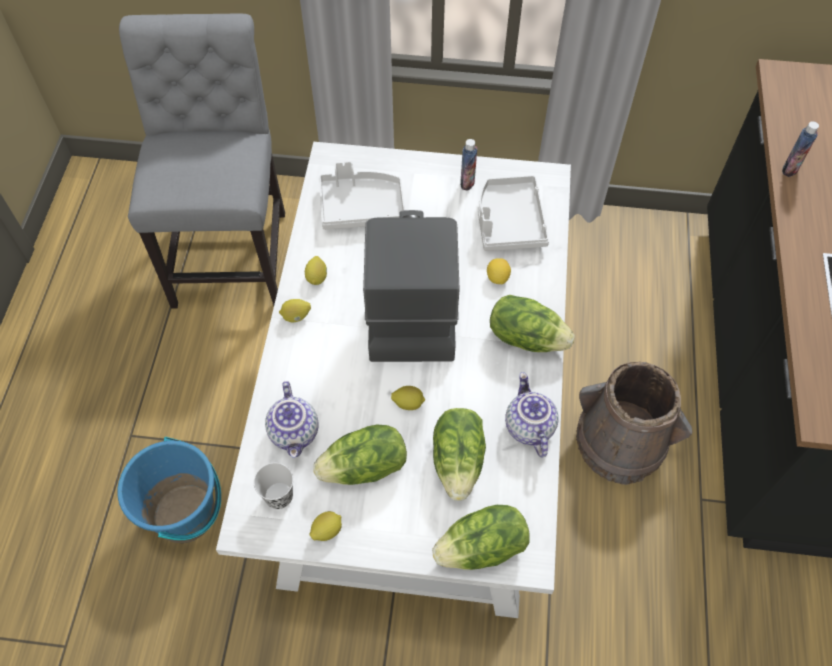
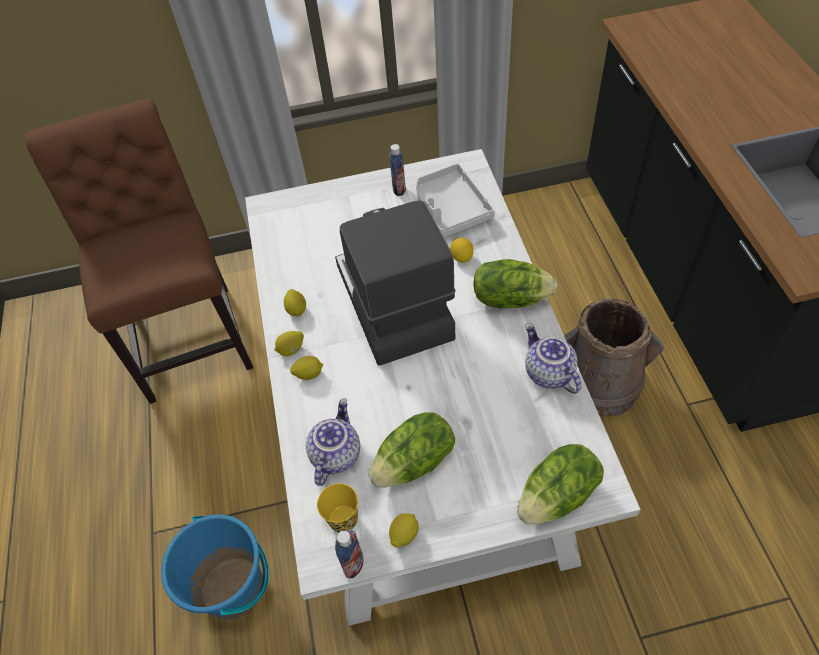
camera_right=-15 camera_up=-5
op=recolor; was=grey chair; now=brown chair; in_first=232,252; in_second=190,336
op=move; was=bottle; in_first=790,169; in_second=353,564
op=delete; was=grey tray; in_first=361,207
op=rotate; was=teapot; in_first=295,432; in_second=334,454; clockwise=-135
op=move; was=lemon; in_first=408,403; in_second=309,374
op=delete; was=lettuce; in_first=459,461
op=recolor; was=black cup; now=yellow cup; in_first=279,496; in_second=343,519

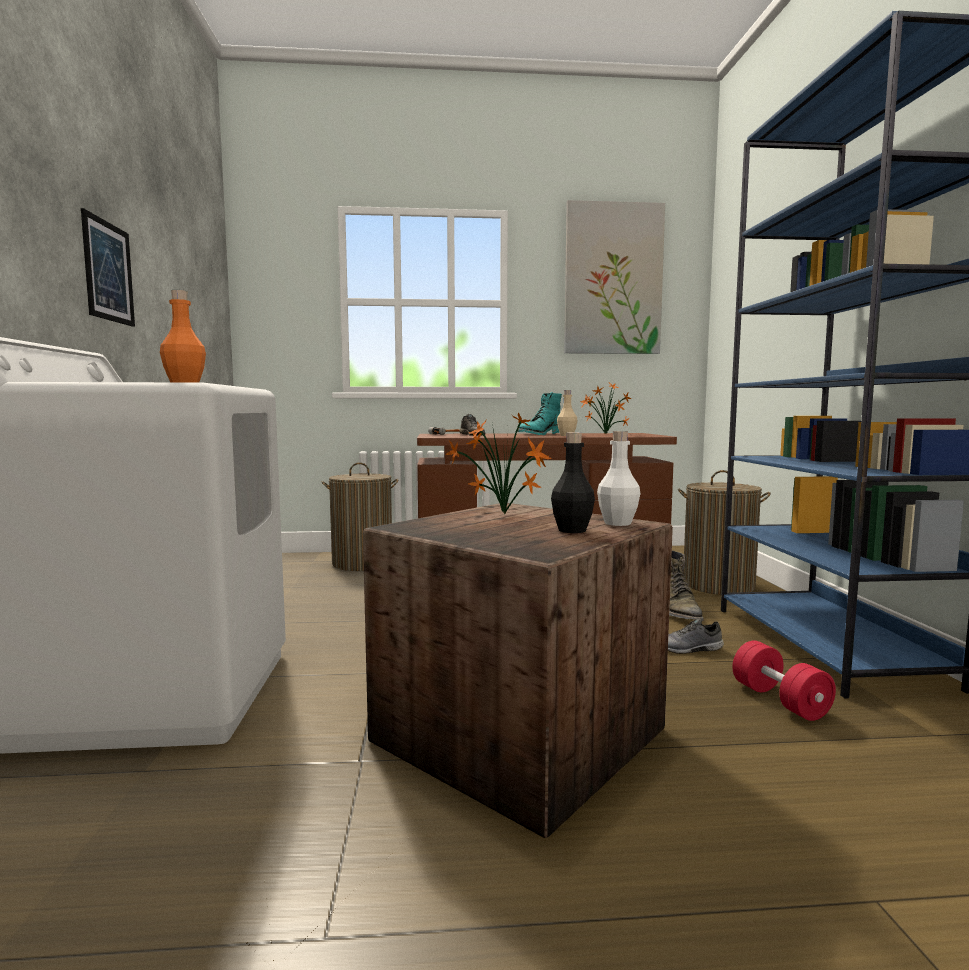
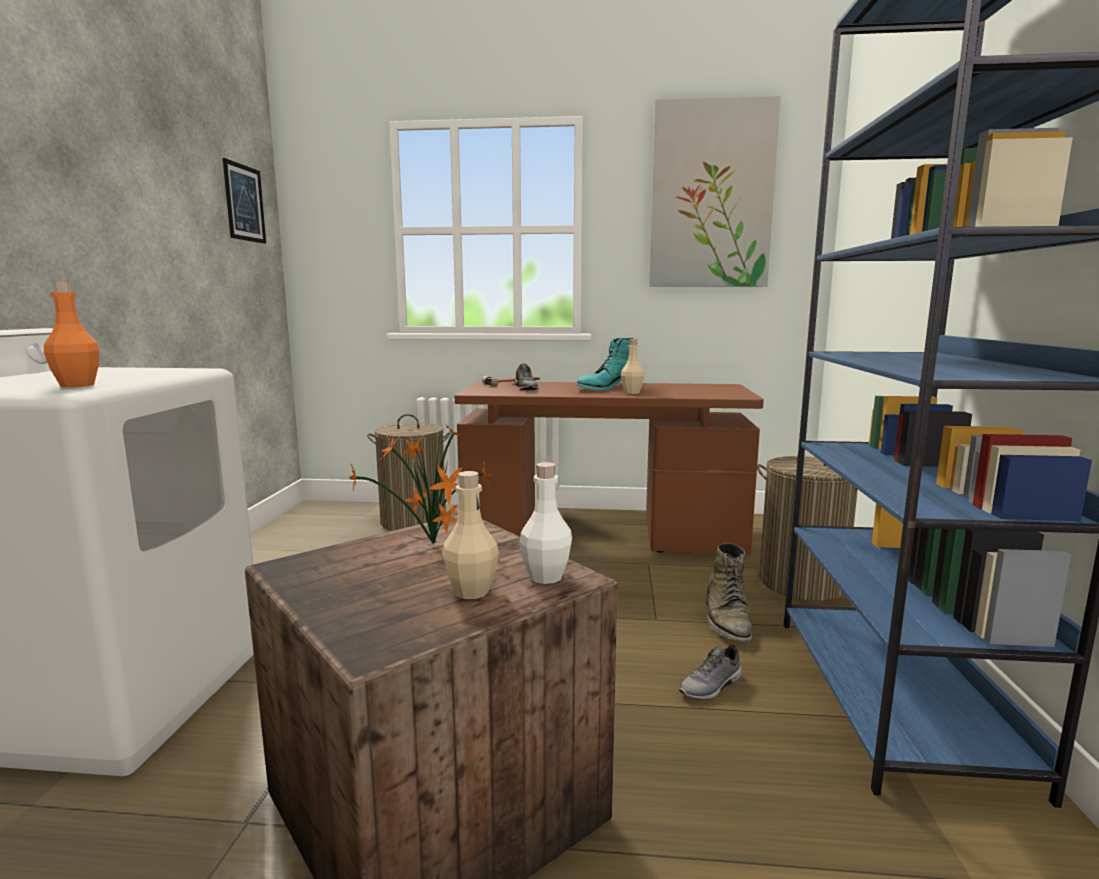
camera_right=10 camera_up=5
op=move; was=picture; in_first=108,271; in_second=244,203
op=delete; was=potted plant; in_first=604,434
op=recolor; was=black bottle; now=beige bottle; in_first=572,530; in_second=471,591
op=rotate; was=grey shoe; in_first=689,649; in_second=711,686; clockwise=-45
op=delete; was=red dumbbell; in_first=780,700

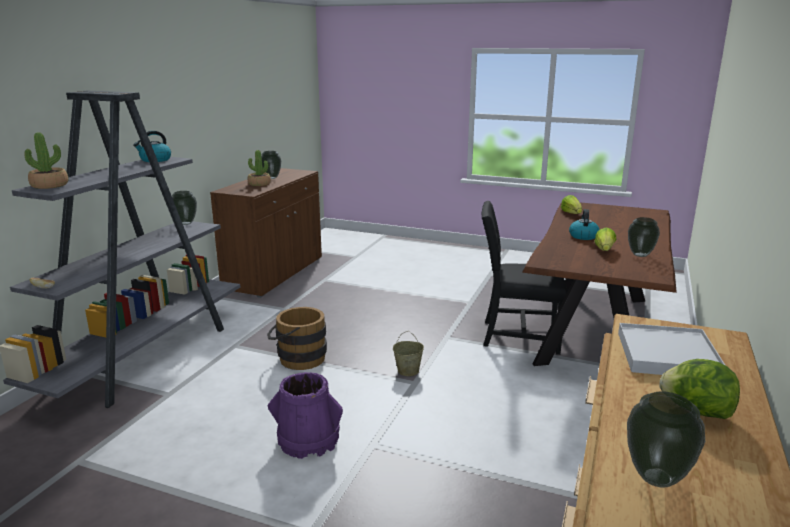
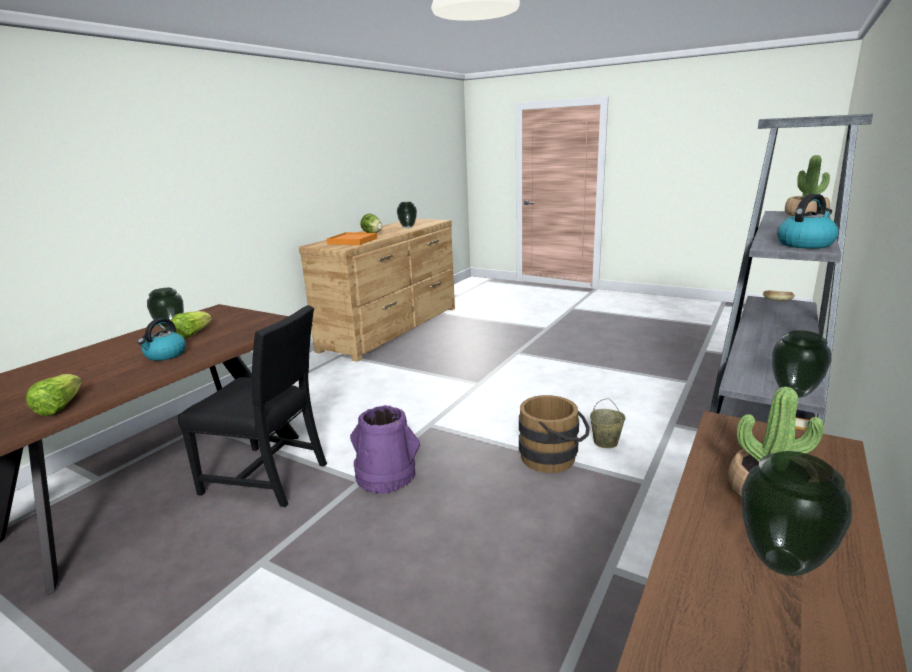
camera_right=-170 camera_up=0
op=recolor; was=white tray; now=orange tray; in_first=667,355; in_second=353,241
op=move; was=beige bucket; in_first=408,370; in_second=605,442
op=move; was=purple bucket; in_first=308,440; in_second=386,475

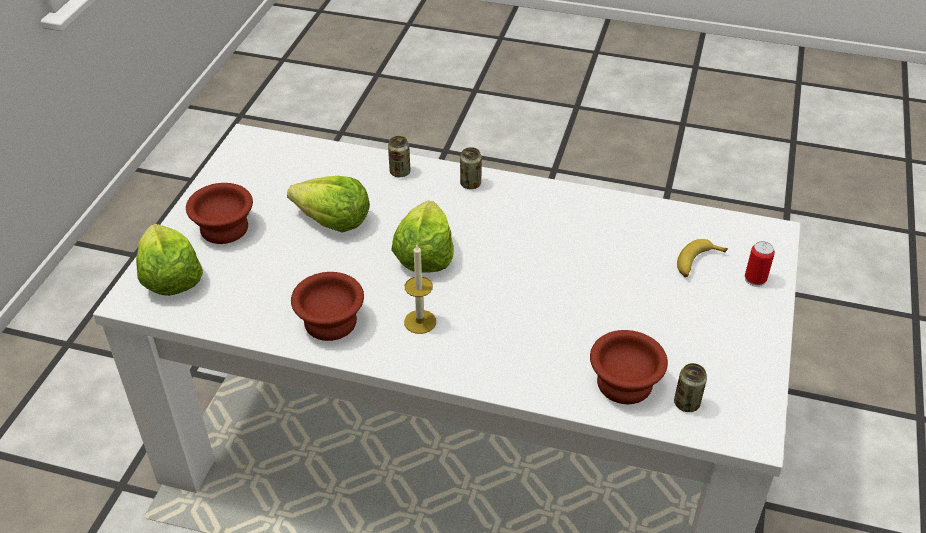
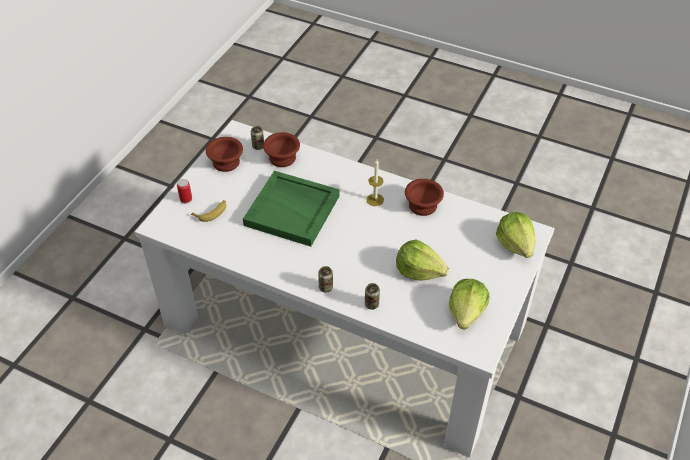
camera_right=-170 camera_up=5
op=move; was=brown bowl; in_first=222,228; in_second=227,163
op=move; was=lettuce; in_first=424,255; in_second=466,312
op=insert; now=green tray; in_second=293,210

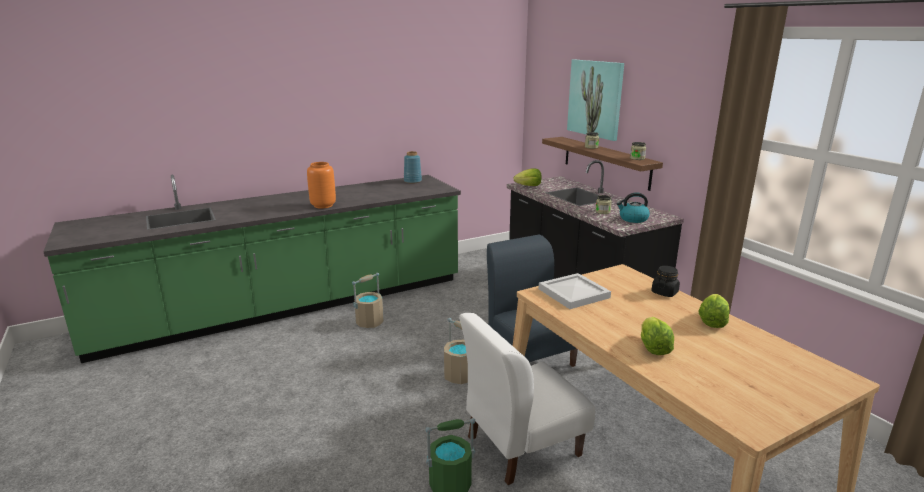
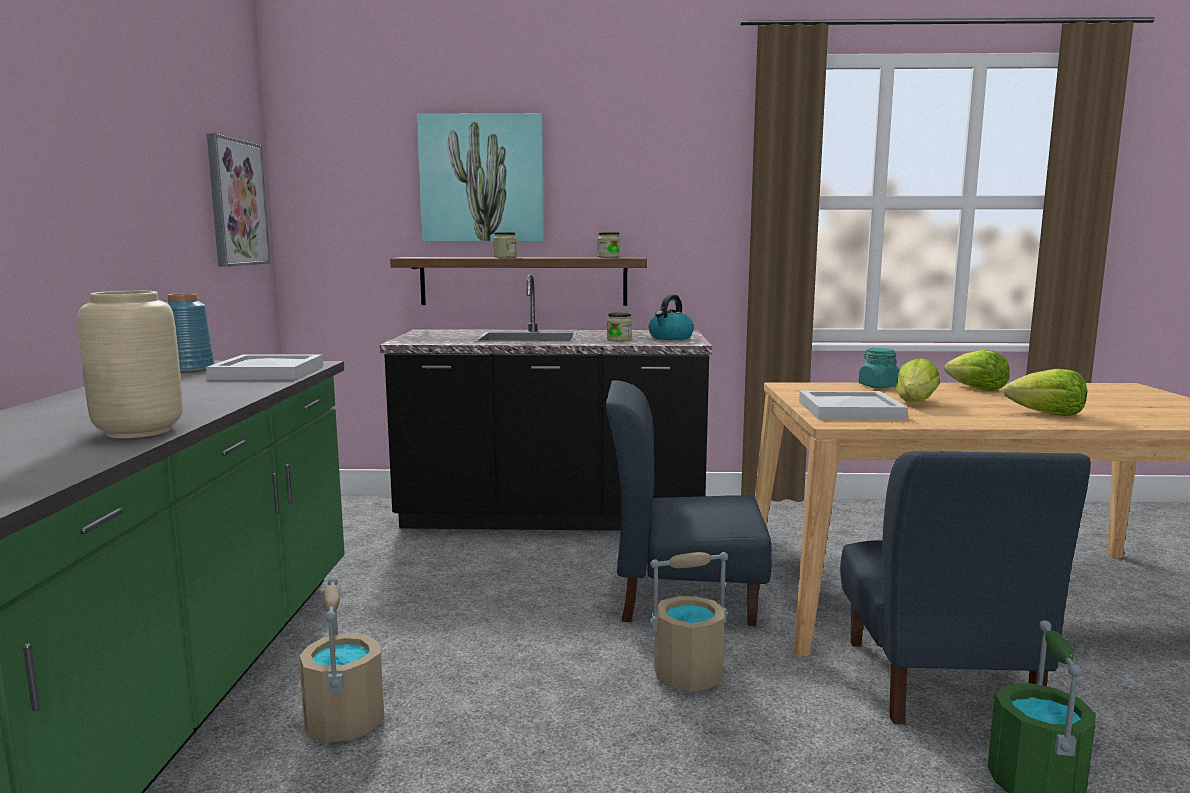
camera_right=-60 camera_up=-10
op=recolor; was=orange vase; now=beige vase; in_first=323,206; in_second=140,431
op=move; was=lettuce; in_first=529,186; in_second=915,402
op=recolor; was=black jar; now=turquoise jar; in_first=664,292; in_second=878,386
op=recolor; was=white chair; now=blue chair; in_first=522,445; in_second=938,681
op=insert; now=picture; in_second=236,203
op=insert; now=white tray; in_second=267,372

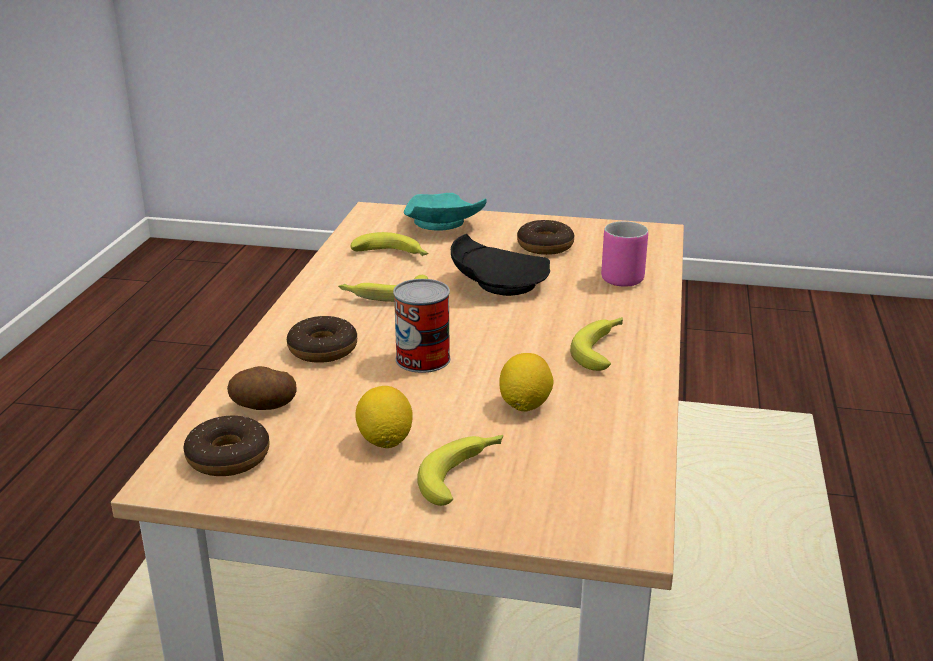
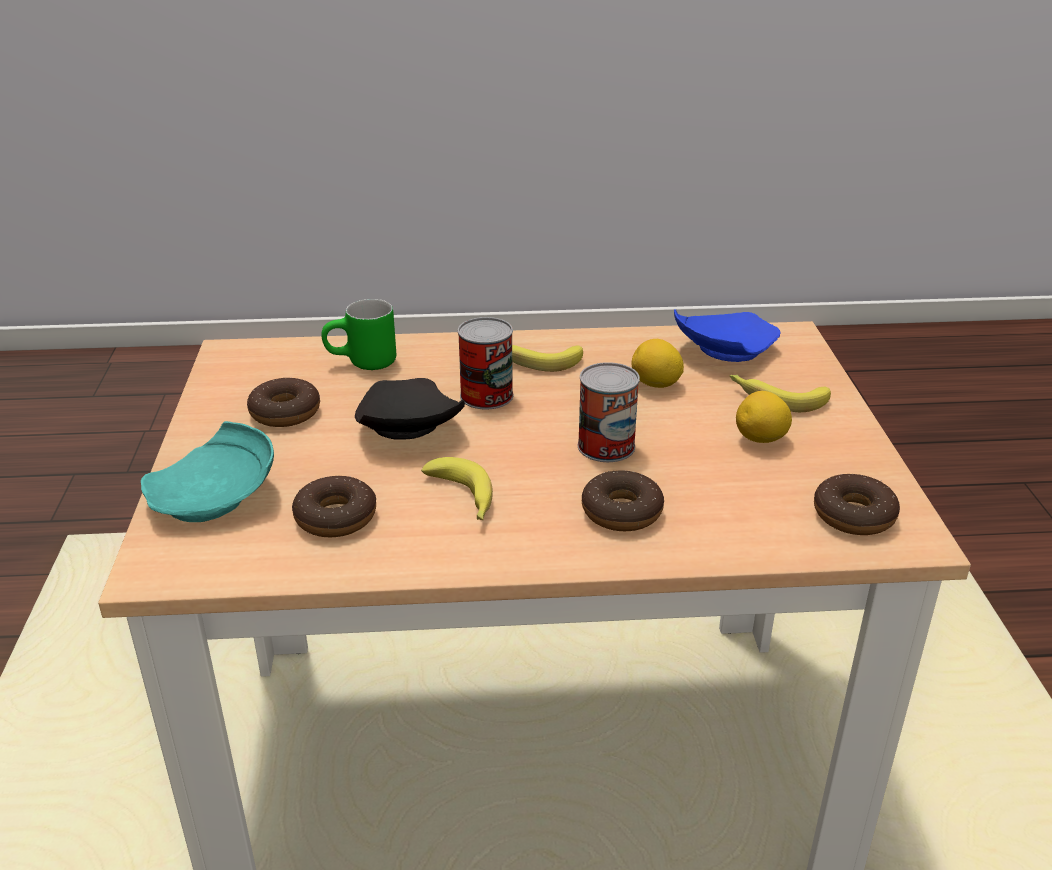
camera_right=-105 camera_up=5
op=recolor; was=pink mug; now=green mug; in_first=618,275; in_second=362,364
op=replace; was=banana; now=donut; in_first=393,255; in_second=335,517
op=delete; was=potato; in_first=263,406
op=insert; now=blue plate; in_second=722,351
op=insert; now=can; in_second=486,395

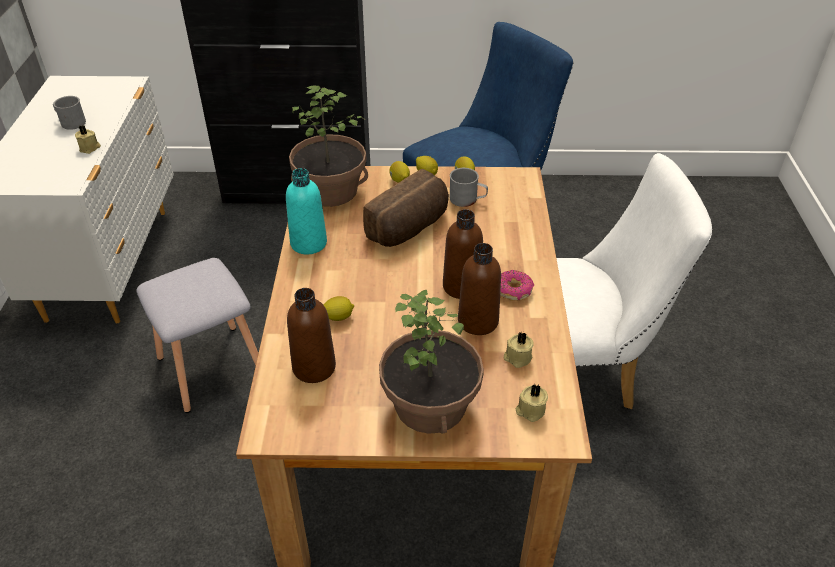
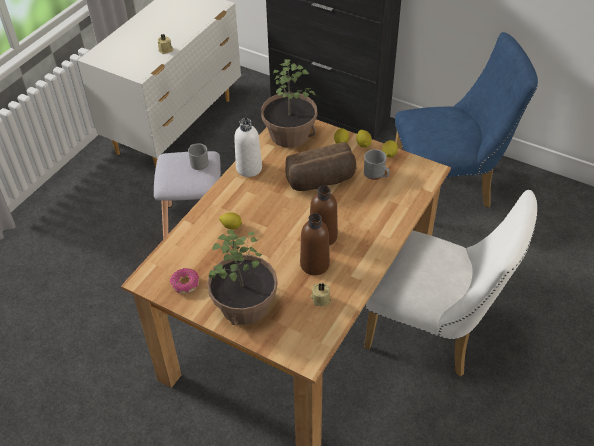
camera_right=30 camera_up=5
op=move; was=grey mug; in_first=70,122; in_second=198,162
op=recolor; was=turquoise bottle; now=white bottle; in_first=308,243; in_second=249,168
op=move; was=donut; in_first=513,290; in_second=185,284
op=delete; was=brown bottle; in_first=314,367
op=delete; was=beige candle; in_first=530,410

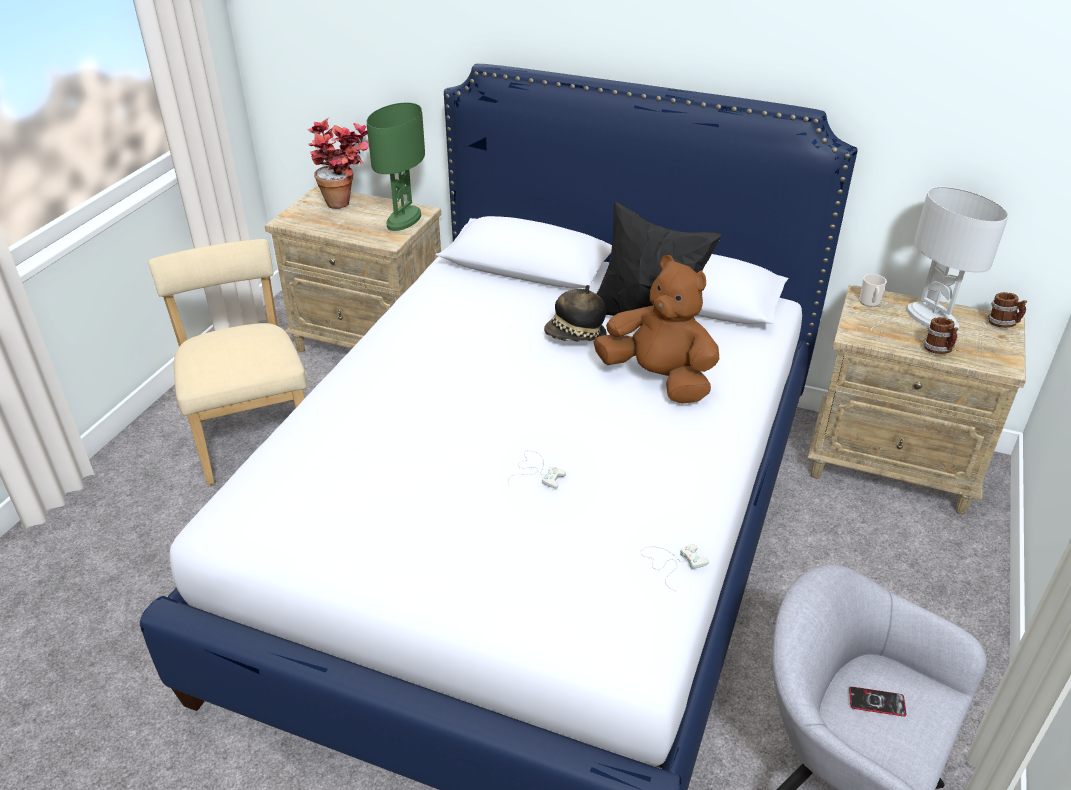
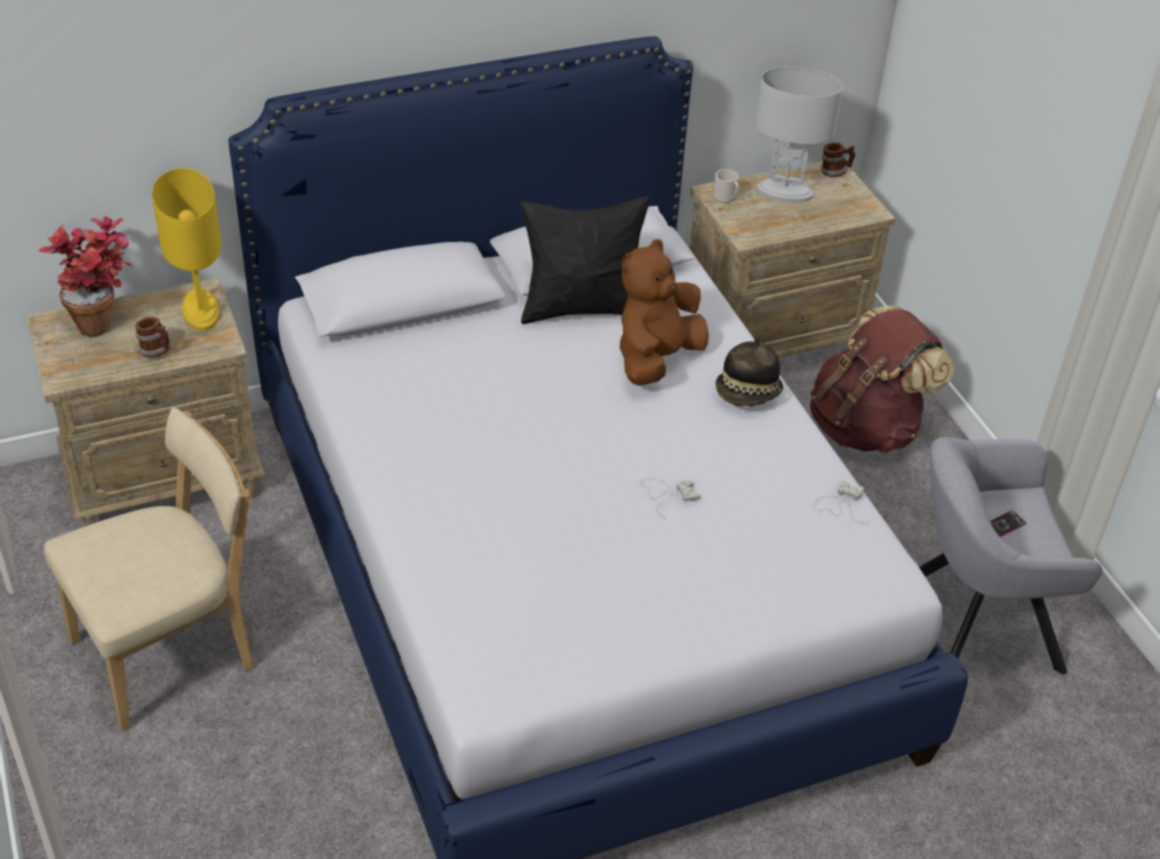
camera_right=-45 camera_up=5
op=recolor; was=green table lamp; now=yellow table lamp; in_first=404,220; in_second=201,311
op=rotate; was=beige chair; in_first=253,435; in_second=171,652; clockwise=120
op=rotate; was=brown plush toy; in_first=658,379; in_second=656,359; clockwise=-45
op=move; was=hat; in_first=575,336; in_second=748,394
op=move; was=mug; in_first=938,350; in_second=157,351
op=insert; now=brown backpack; in_second=866,427

